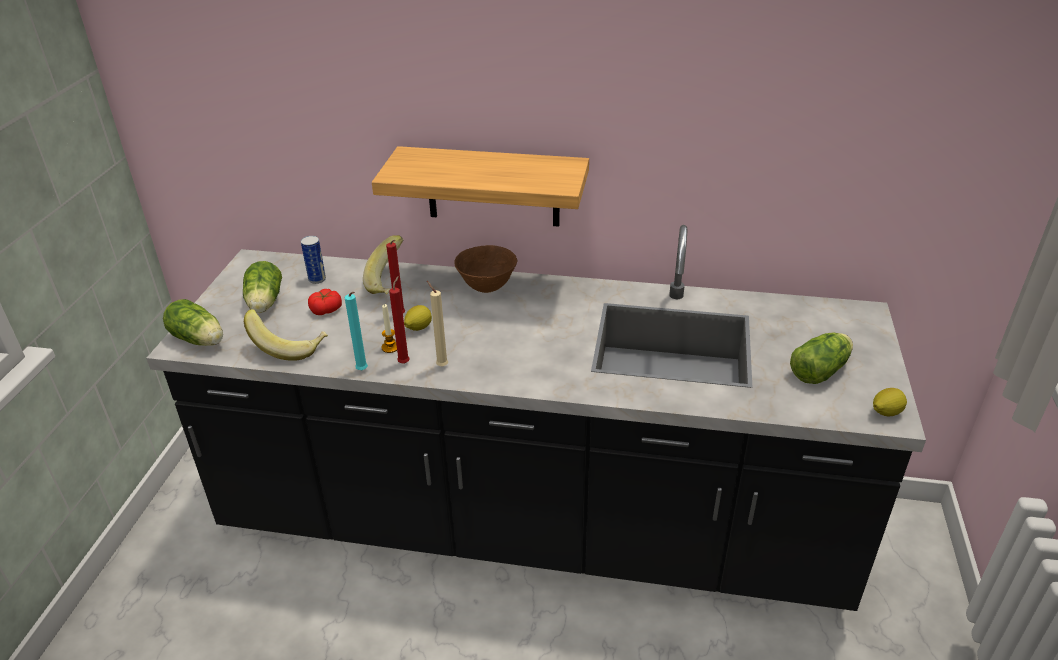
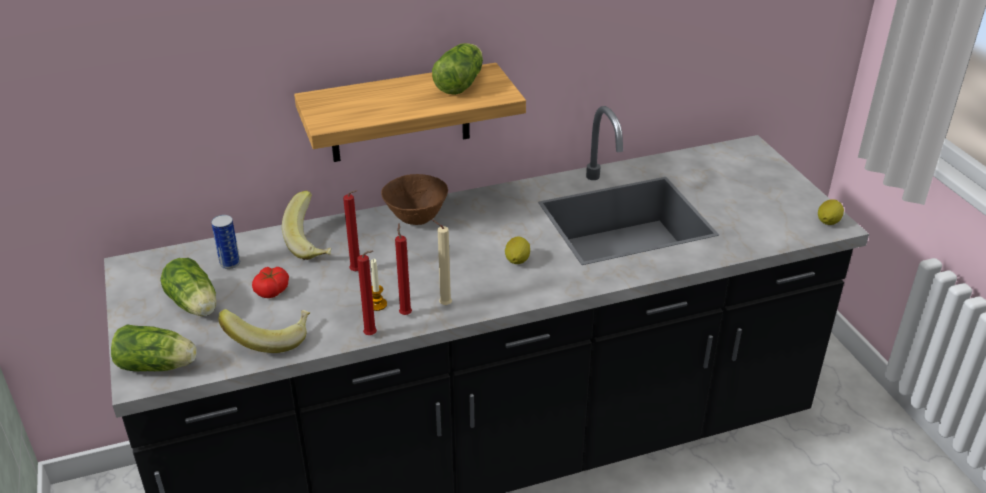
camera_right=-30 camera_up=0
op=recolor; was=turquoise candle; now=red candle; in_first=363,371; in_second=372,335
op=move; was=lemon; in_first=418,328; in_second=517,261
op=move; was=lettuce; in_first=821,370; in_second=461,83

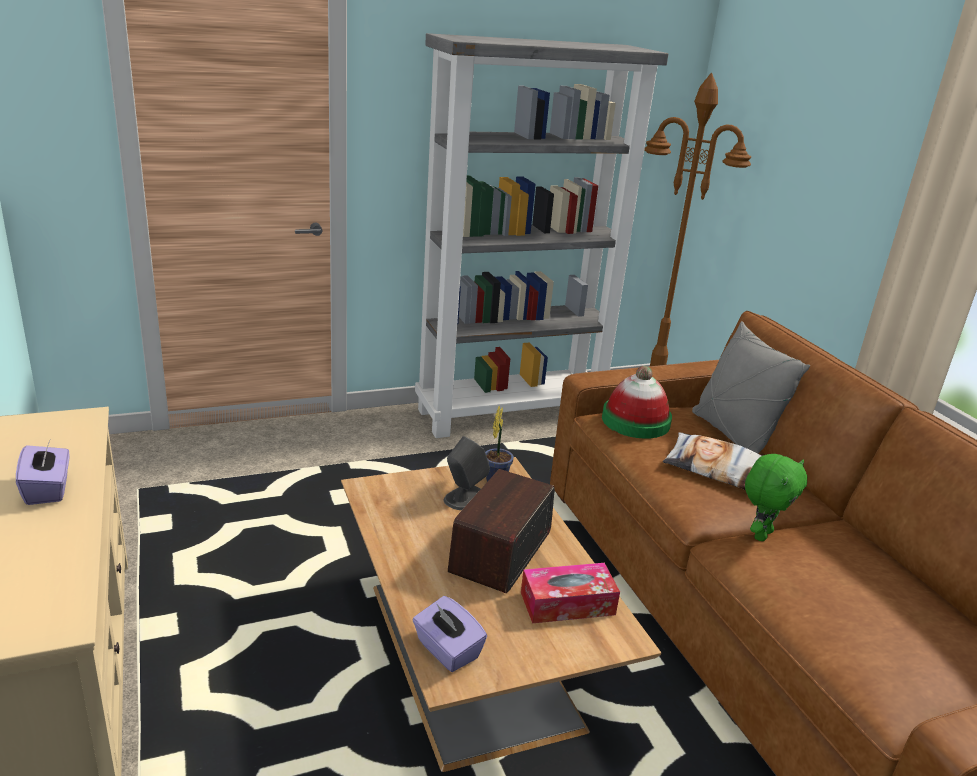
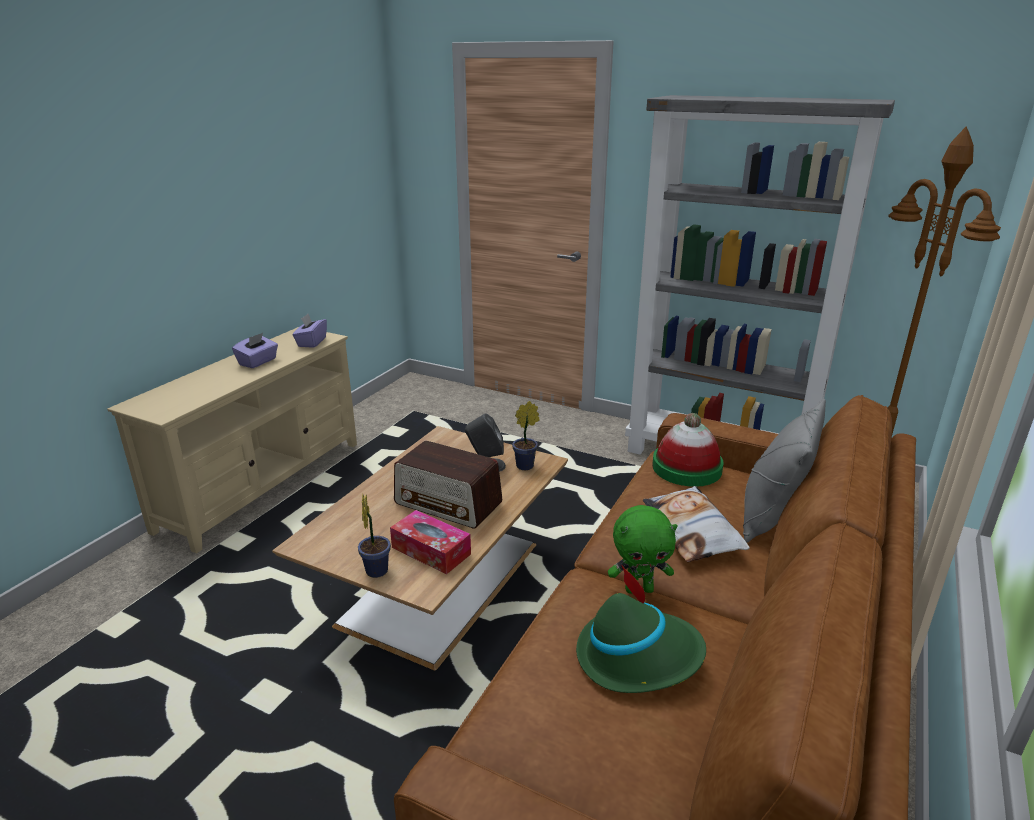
camera_right=50 camera_up=0
op=rotate; was=radio; in_first=500,552; in_second=448,503; clockwise=-135
op=move; was=purple tissue box; in_first=447,650; in_second=311,342
op=insert; now=potted plant; in_second=377,569
op=insert; now=green hat; in_second=638,656

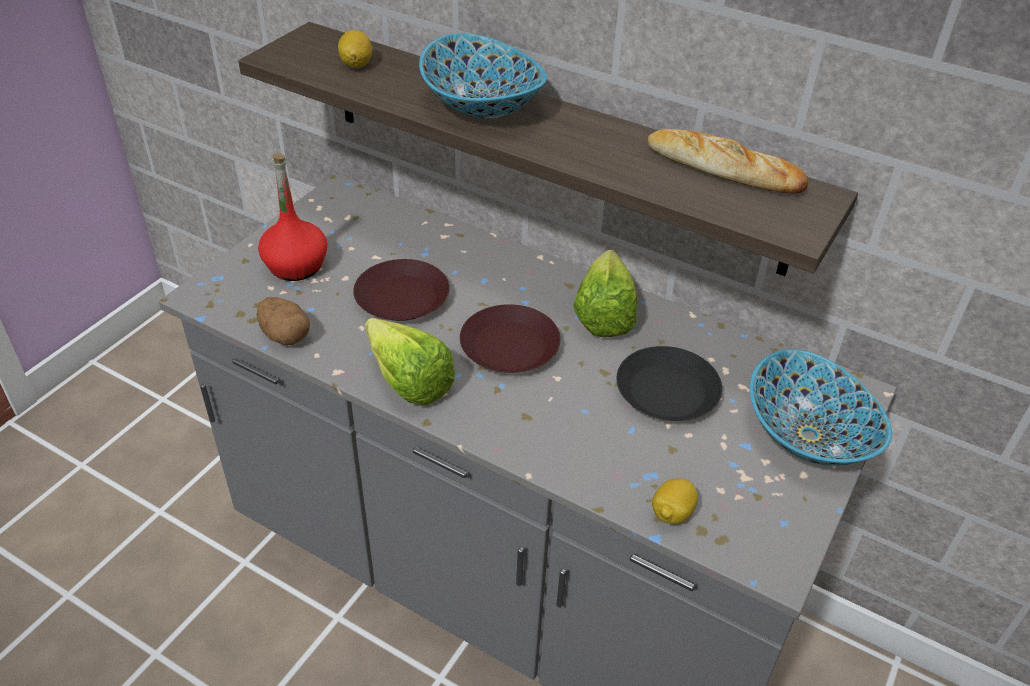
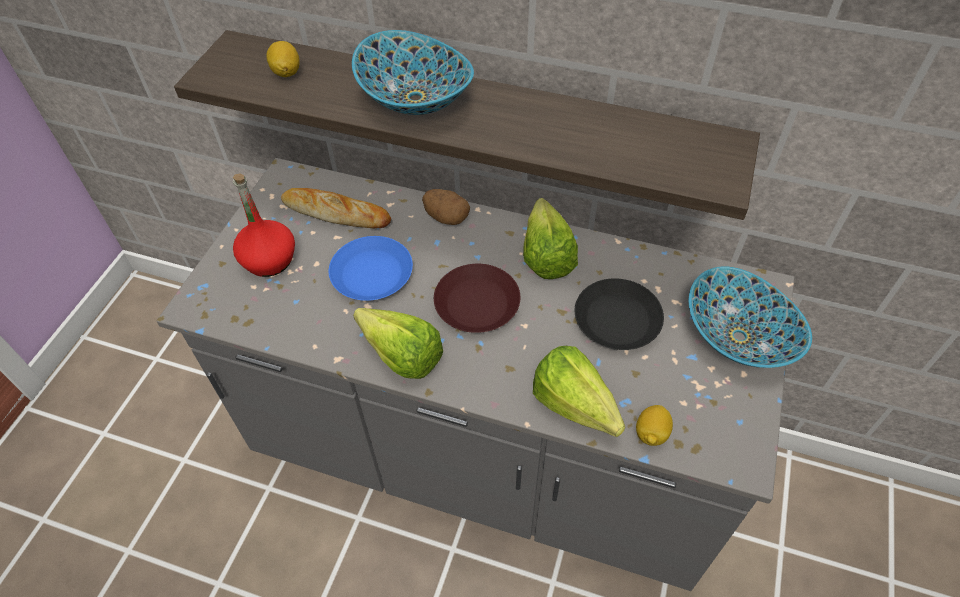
camera_right=-10 camera_up=10
op=move; was=bread; in_first=723,169; in_second=336,213
op=recolor; was=brown plate; now=blue plate; in_first=403,298; in_second=372,273
op=move; was=potato; in_first=285,335; in_second=446,217
op=insert; now=lettuce; in_second=579,412

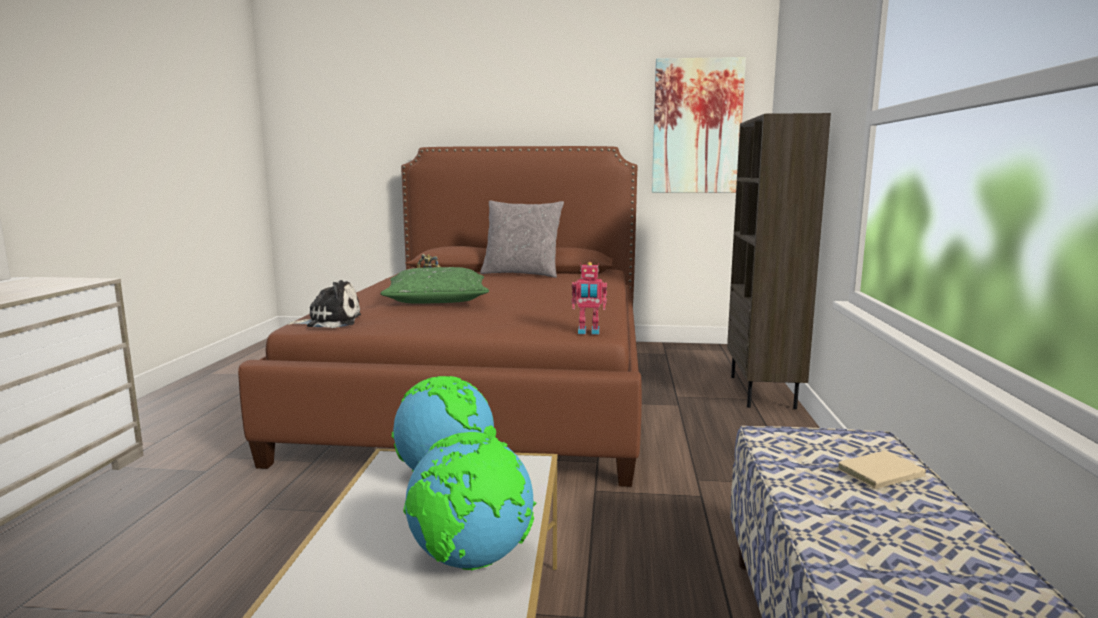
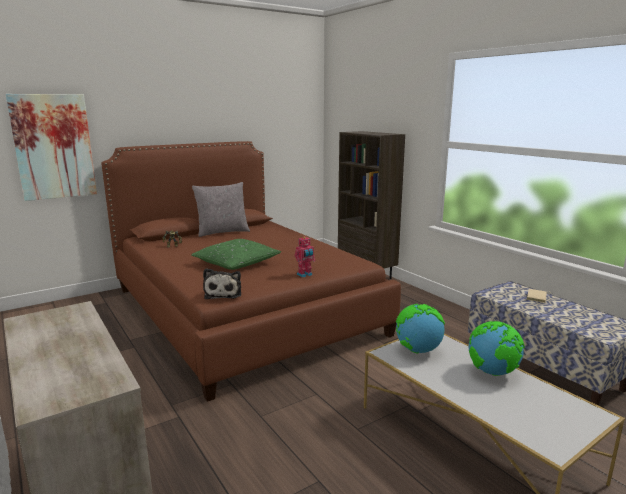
camera_right=-40 camera_up=5
op=move; was=picture; in_first=697,126; in_second=54,147
op=move; was=toy robot; in_first=588,332; in_second=305,275
op=rotate; was=plush toy; in_first=330,322; in_second=223,293; clockwise=135

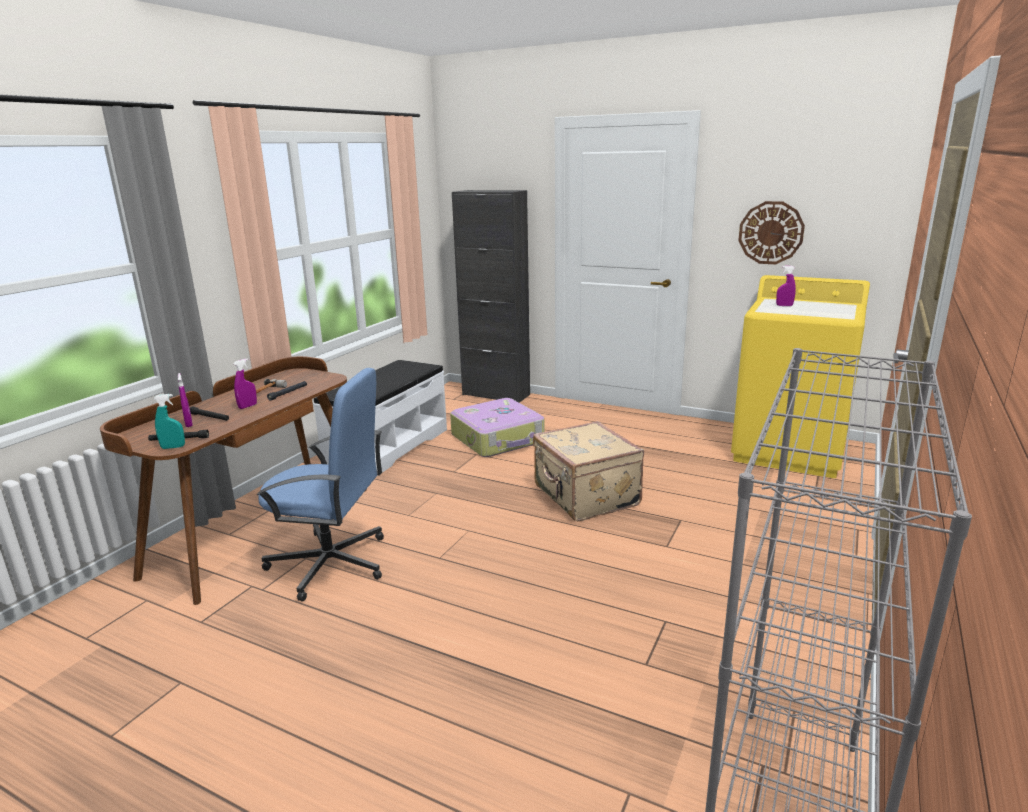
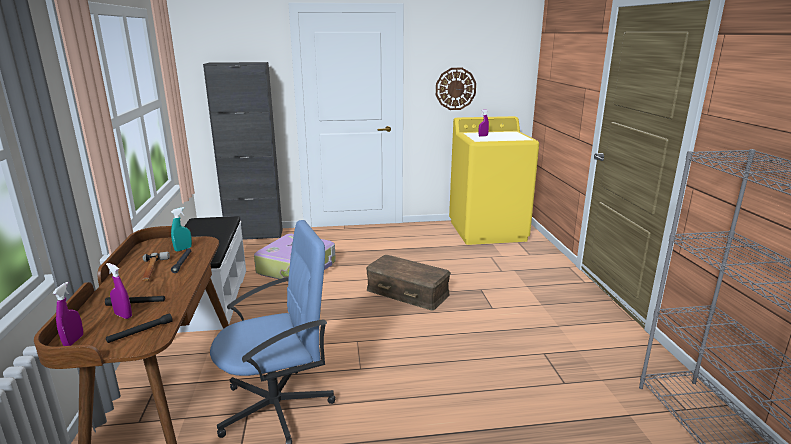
camera_right=-35 camera_up=0
op=move; was=purple spray bottle; in_first=248,406; in_second=73,341
op=move; was=turquoise spray bottle; in_first=173,447; in_second=183,249
op=replace; was=beige suitcase; now=brown storage box; in_first=585,497; in_second=408,292

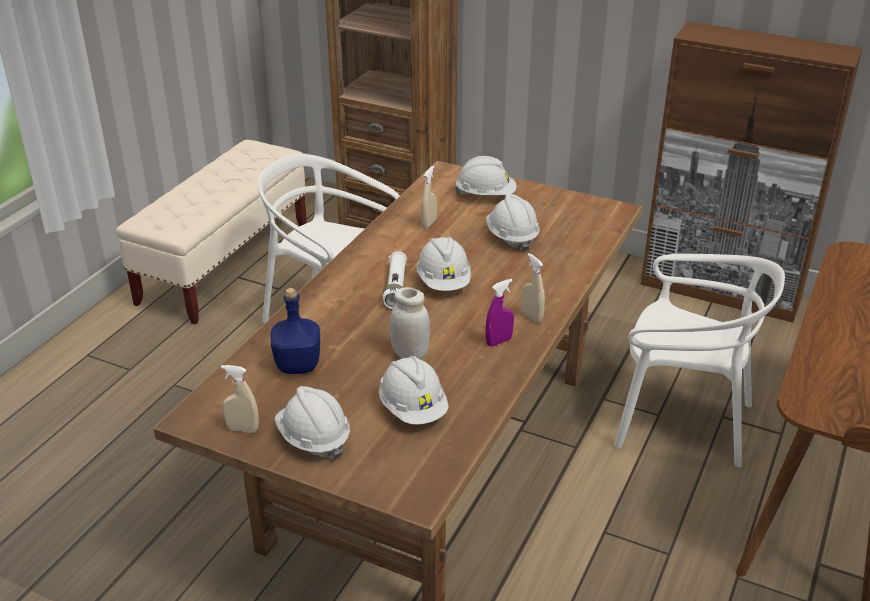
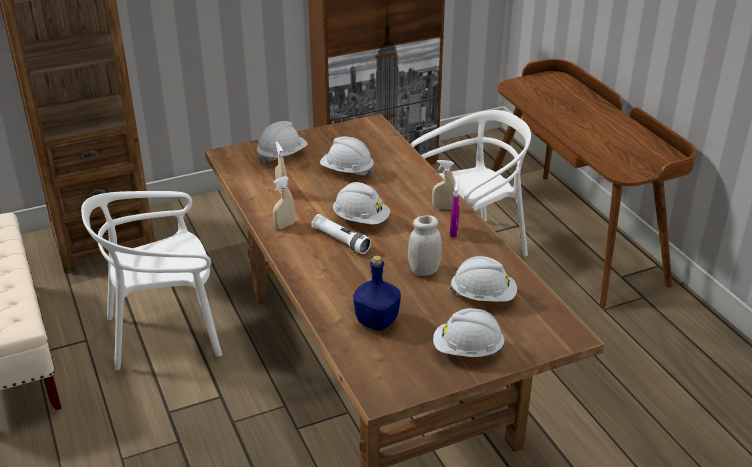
camera_right=-50 camera_up=0
op=move; was=beige spray bottle; in_first=243,429; in_second=284,226

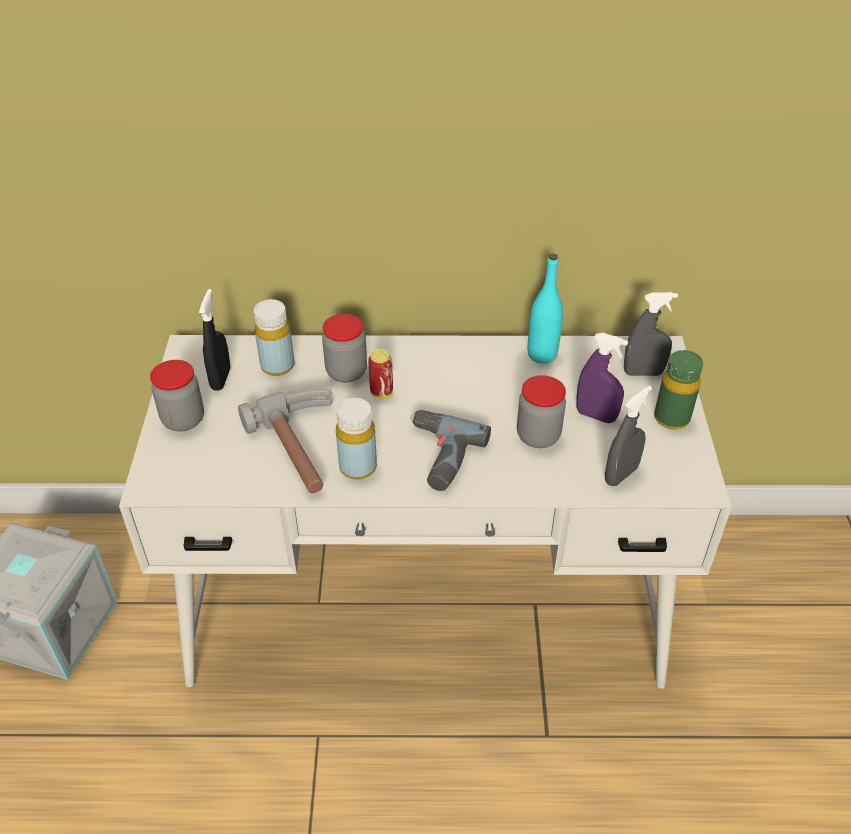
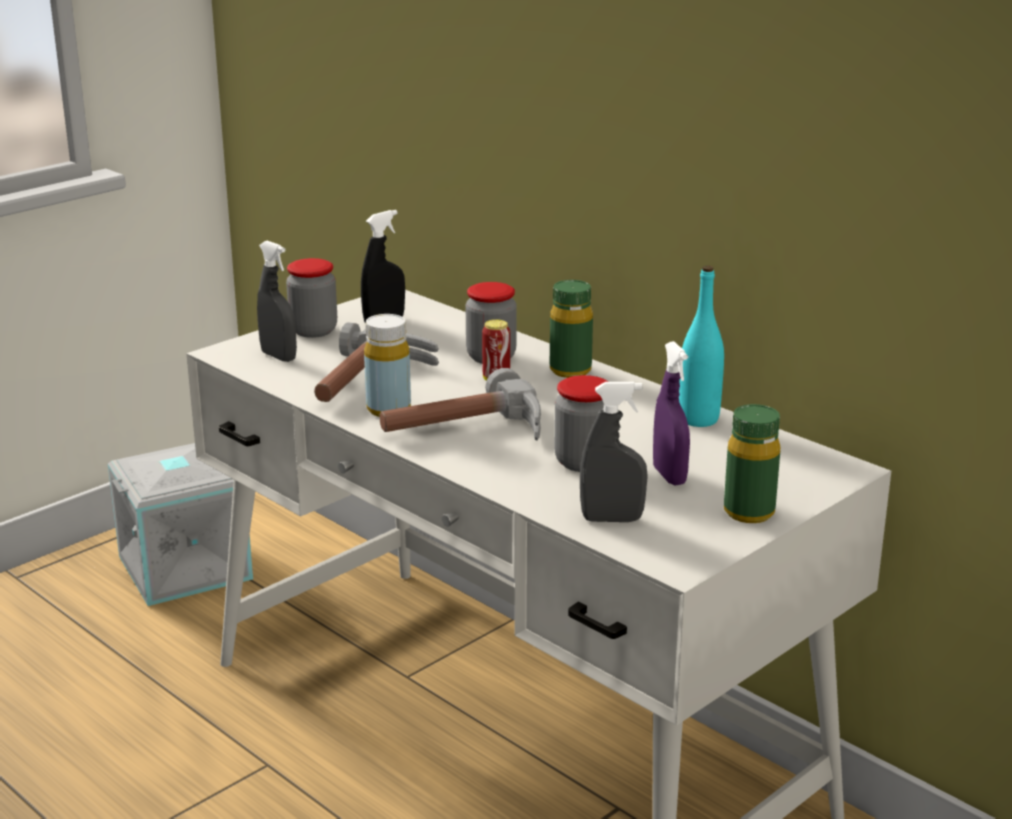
camera_right=45 camera_up=-20
op=move; was=grey spray bottle; in_first=643,373; in_second=278,356
op=delete; was=yellow bottle; in_first=277,366
op=replace; was=power drill; now=hammer; in_first=437,456; in_second=466,432
op=insert; now=green bottle; in_second=570,370

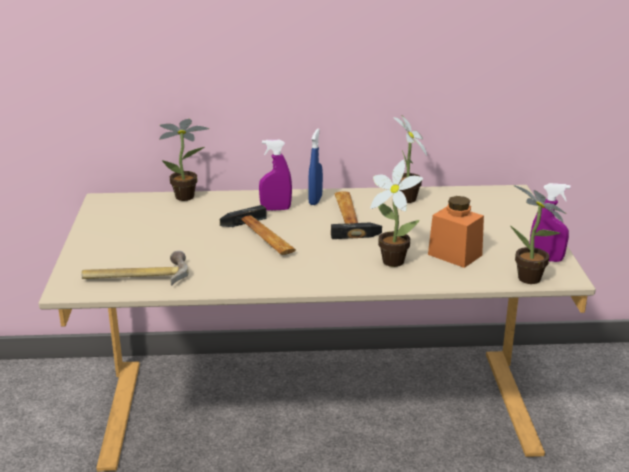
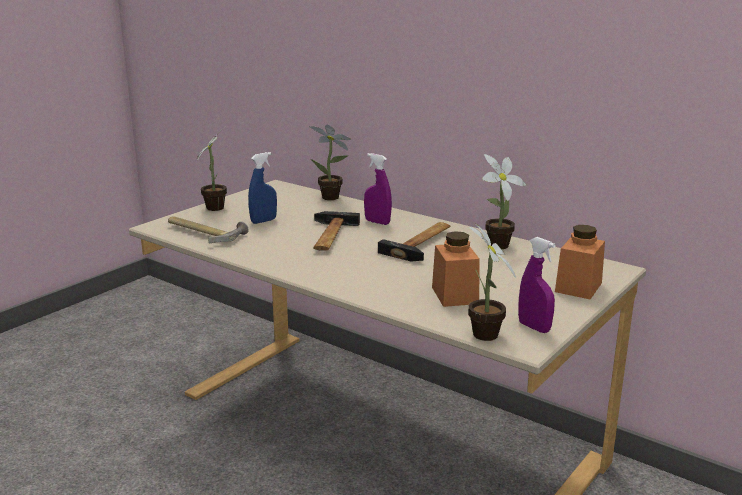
camera_right=40 camera_up=-5
op=move; was=blue spray bottle; in_first=315,200; in_second=263,221
op=move; was=potted plant; in_first=391,260; in_second=216,207
op=insert; now=orange jar; in_second=578,287

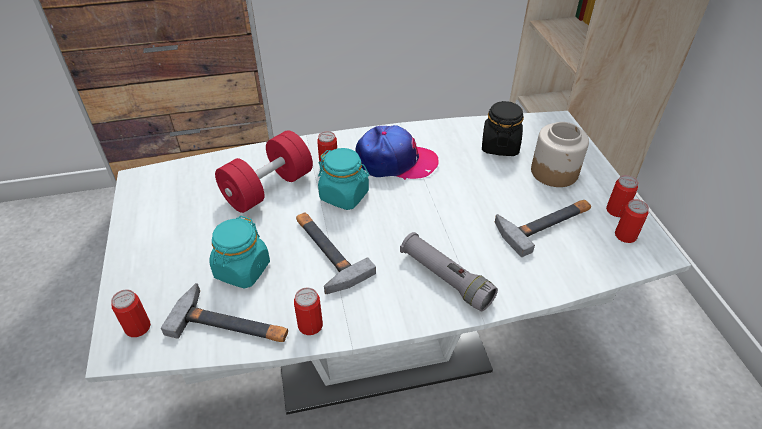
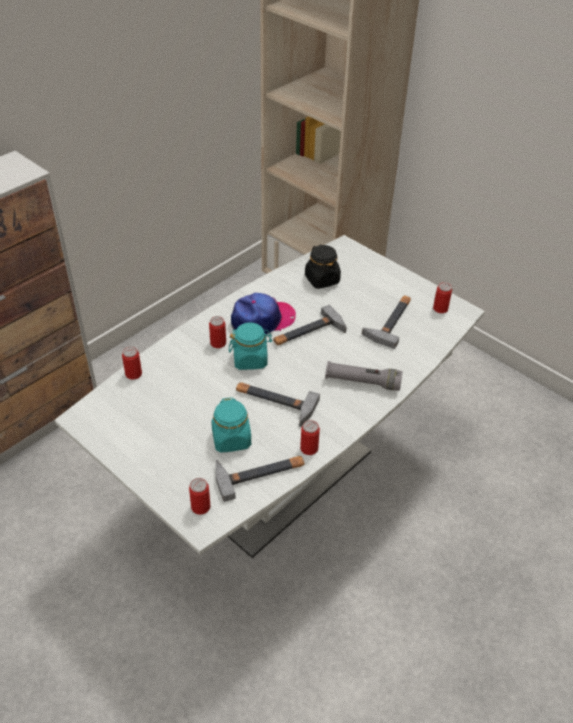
camera_right=-35 camera_up=0
op=delete; was=jar; in_first=554,172
op=delete; was=red dumbbell; in_first=268,188
op=move; was=can; in_first=616,210; in_second=133,374
op=insert; now=hammer; in_second=308,333

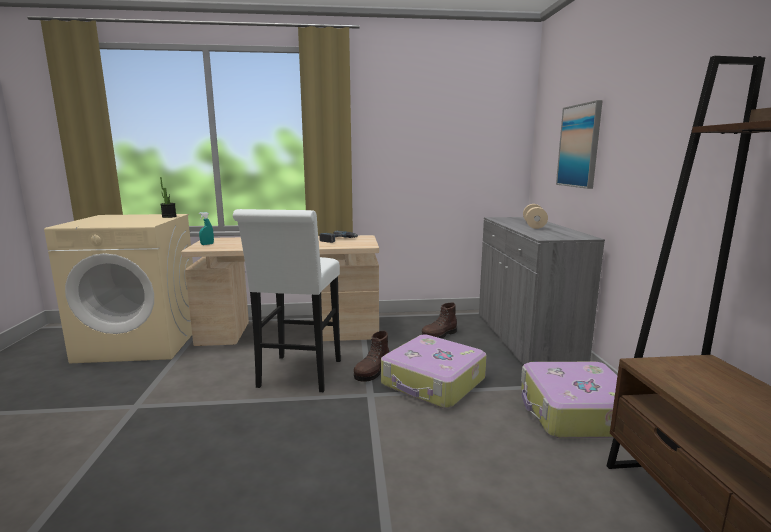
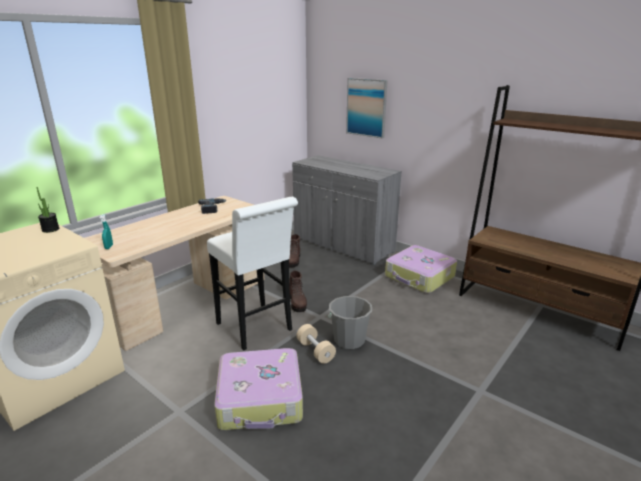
camera_right=-45 camera_up=10
op=move; was=beige dumbbell; in_first=534,225; in_second=315,351
op=move; was=suitcase; in_first=433,382; in_second=261,399
op=insert; now=grey bucket; in_second=349,340

